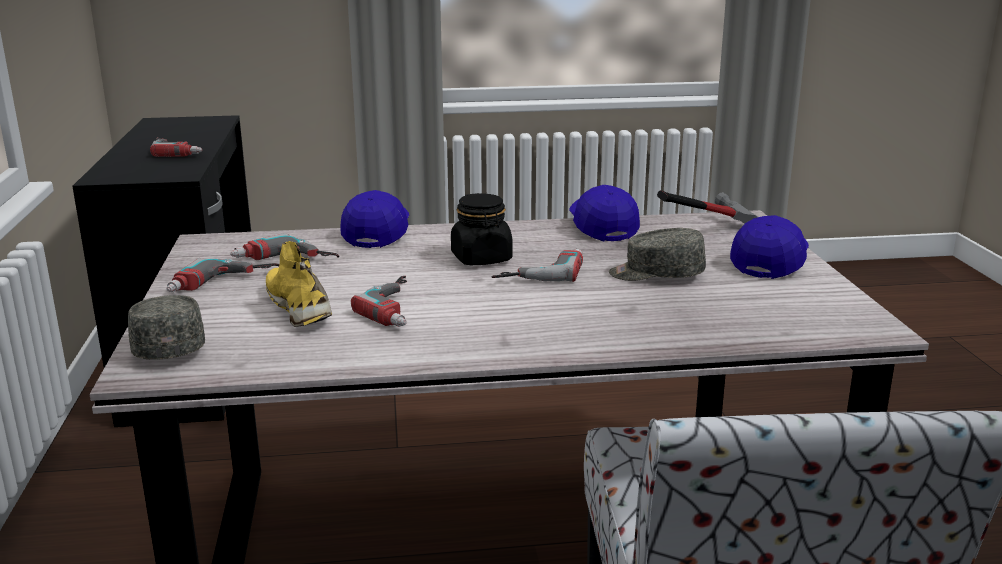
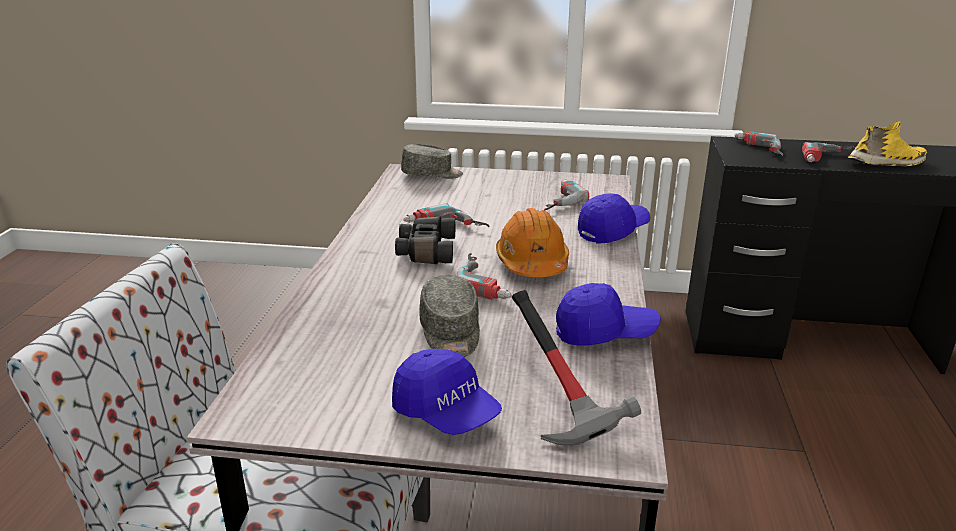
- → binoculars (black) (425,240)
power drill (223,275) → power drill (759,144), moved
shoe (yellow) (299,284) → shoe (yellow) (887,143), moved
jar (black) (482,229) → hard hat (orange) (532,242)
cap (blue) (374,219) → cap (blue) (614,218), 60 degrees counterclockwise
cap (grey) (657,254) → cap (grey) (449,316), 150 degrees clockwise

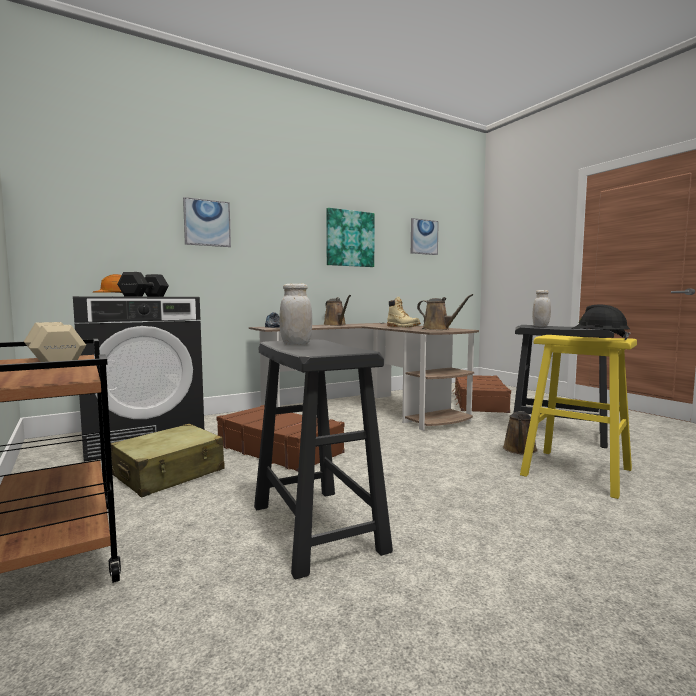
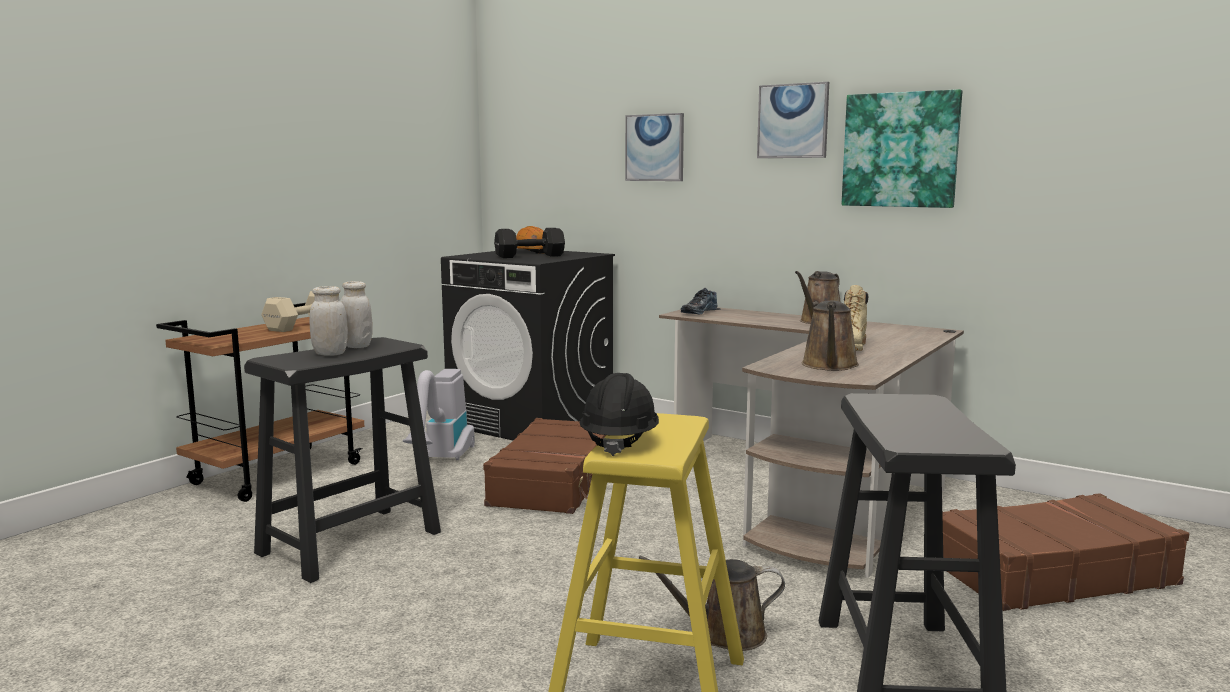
picture (425,236) → picture (793,120), moved
jar (white) (541,308) → jar (white) (329,321), moved
suitcase (beige) (168,460) → vacuum cleaner (439,414)

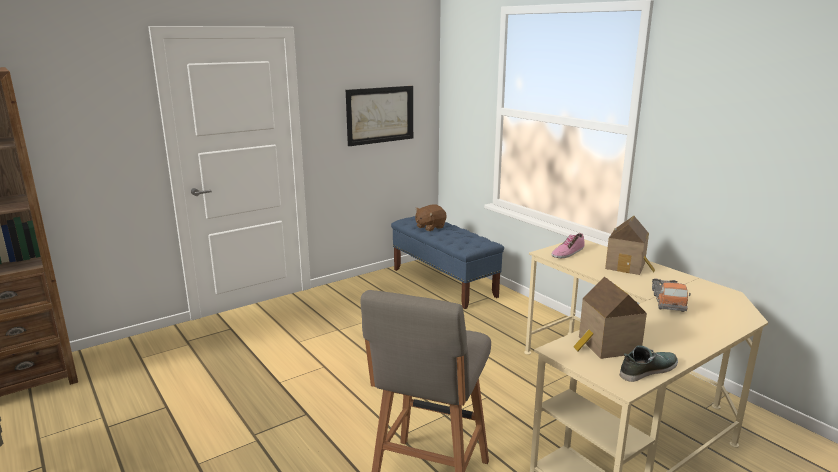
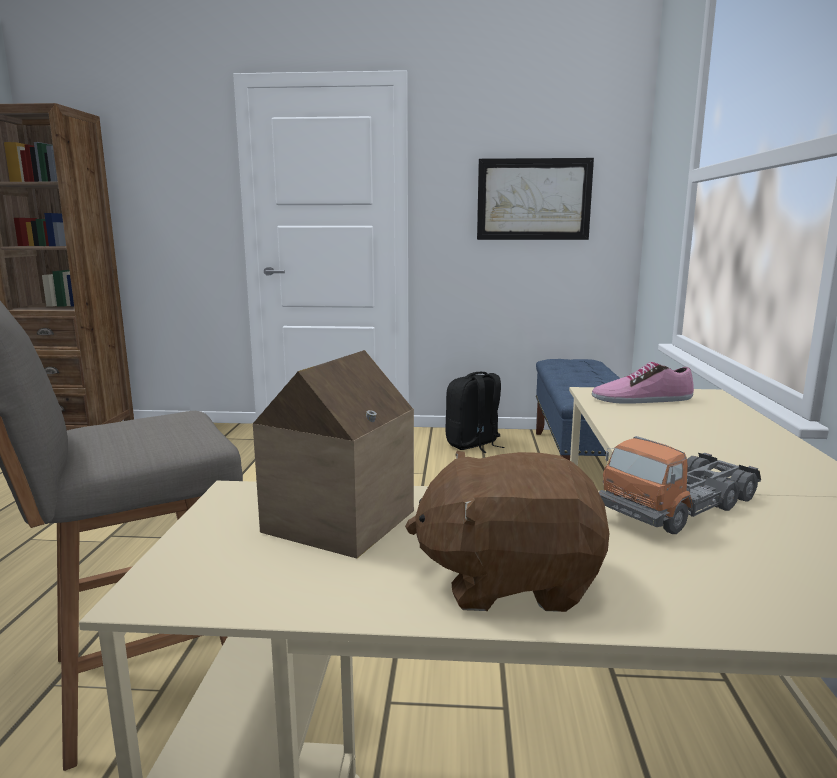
toy house (630,245) → -
shoe (649,363) → -
- → backpack (black) (475,412)
plush toy (brown) (431,217) → plush toy (brown) (507,531), moved

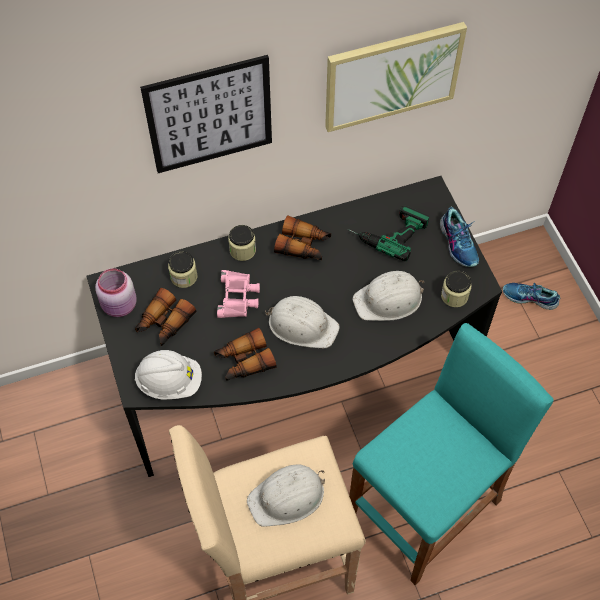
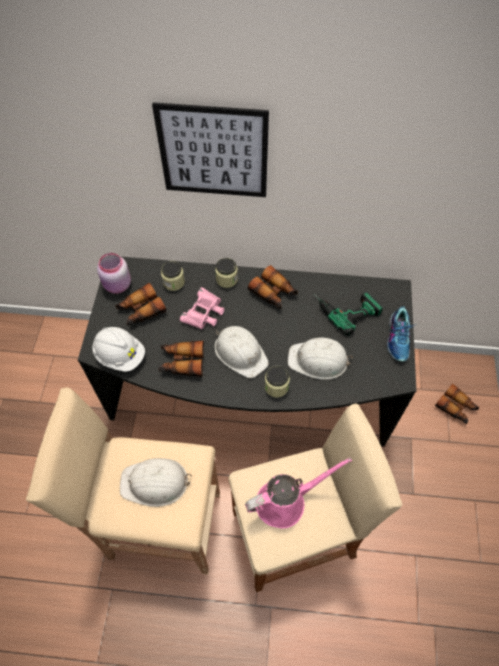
picture (396,77) → -
- → watering can (pink) (298,492)
jar (456,289) → jar (277,381), moved
shoe (532,296) → binoculars (457,404)
stool (turquoise) (451,454) → stool (beige) (315,498)

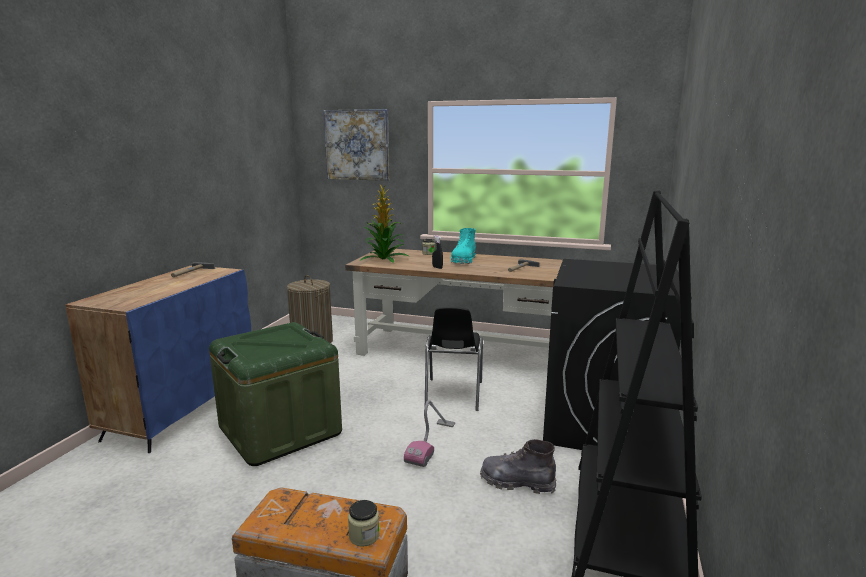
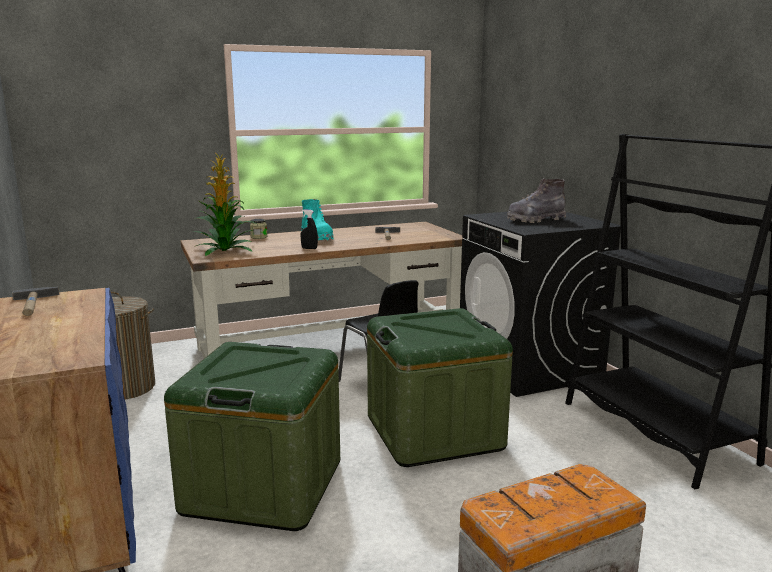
picture (356,145) → -
jar (364,523) → -
boot (grey) (518,466) → boot (grey) (536,200), moved
vacuum cleaner (429,433) → storage box (green) (440,387)

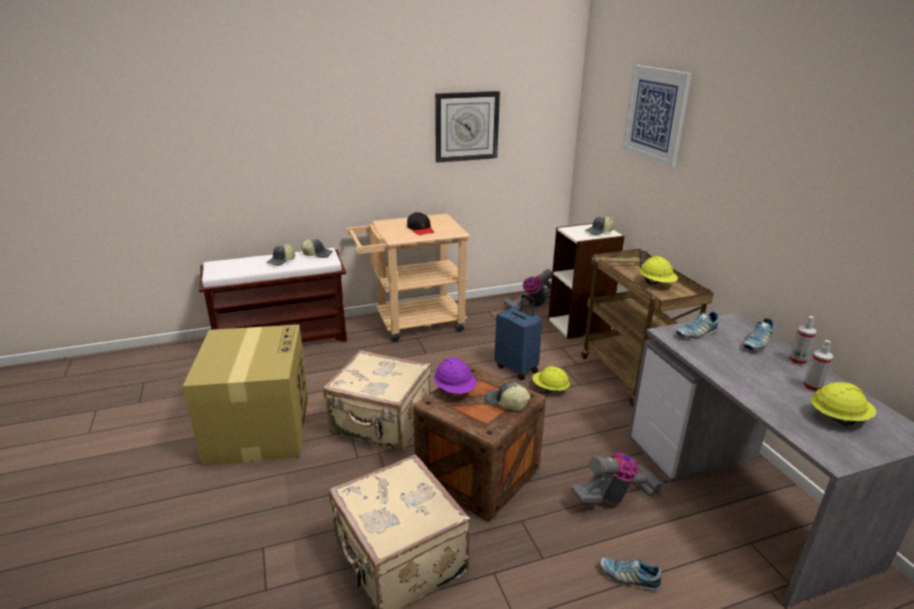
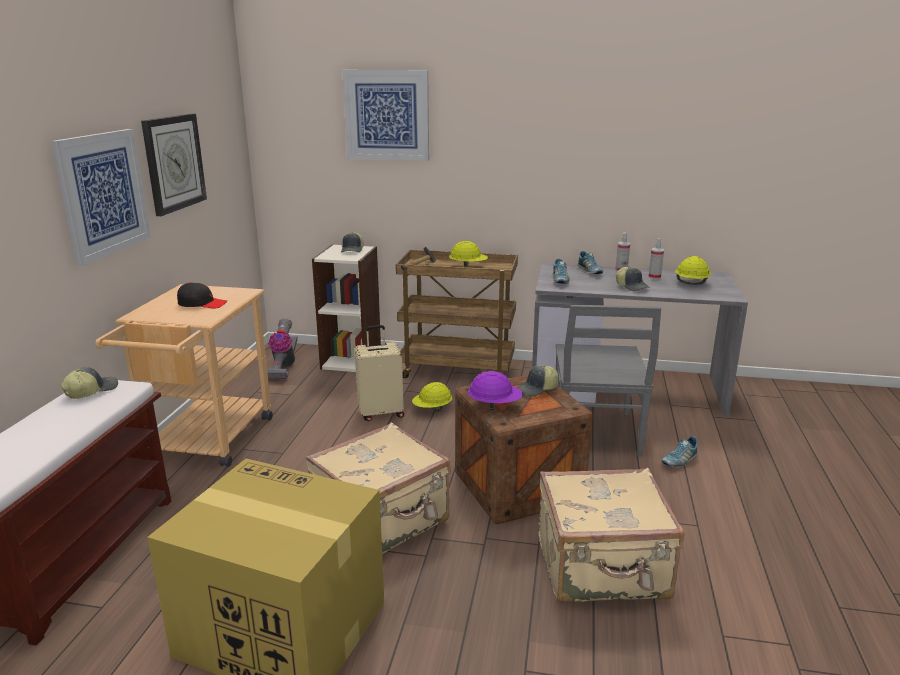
- → picture (101,197)
cap (280,255) → cap (633,278), moved
vacuum cleaner (617,478) → chair (grey) (608,381)
suitcase (blue) (518,337) → suitcase (beige) (379,373)

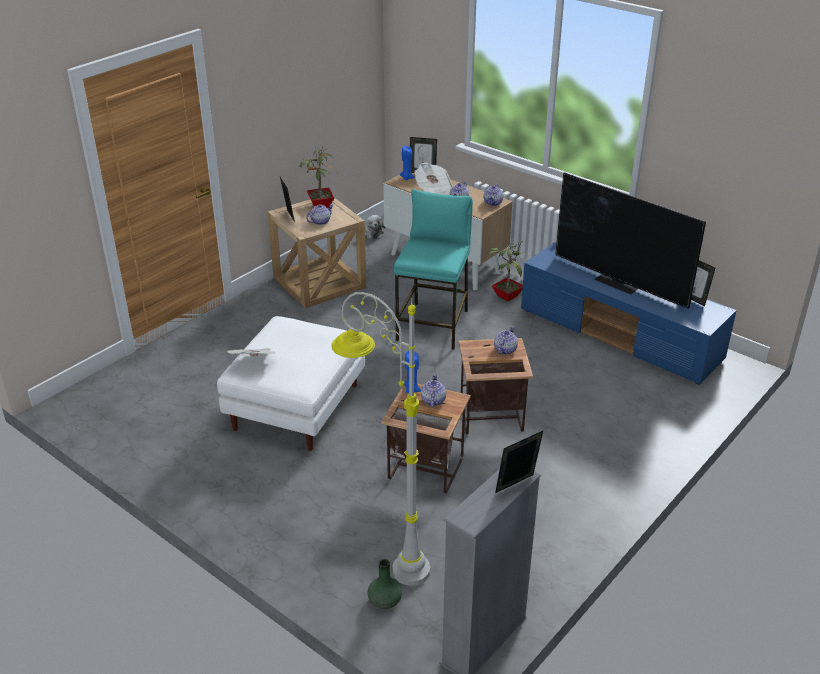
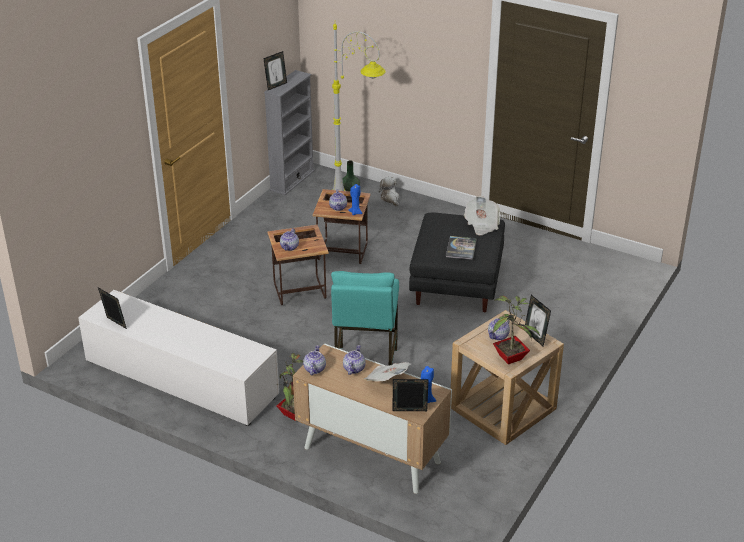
television (630,240) → -
- → book (461,248)
plush toy (375,227) → plush toy (389,192), moved
ottoman (white) (291,383) → ottoman (black) (457,262)
tv stand (blue) (629,313) → tv stand (white) (178,358)

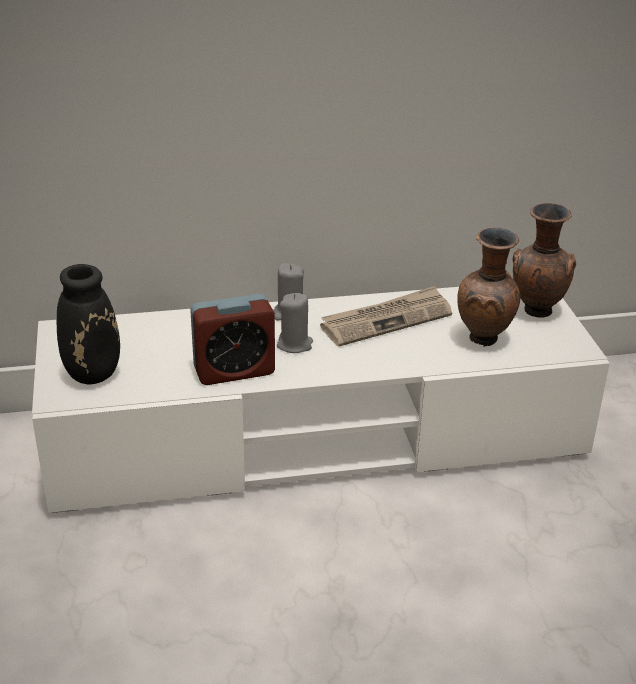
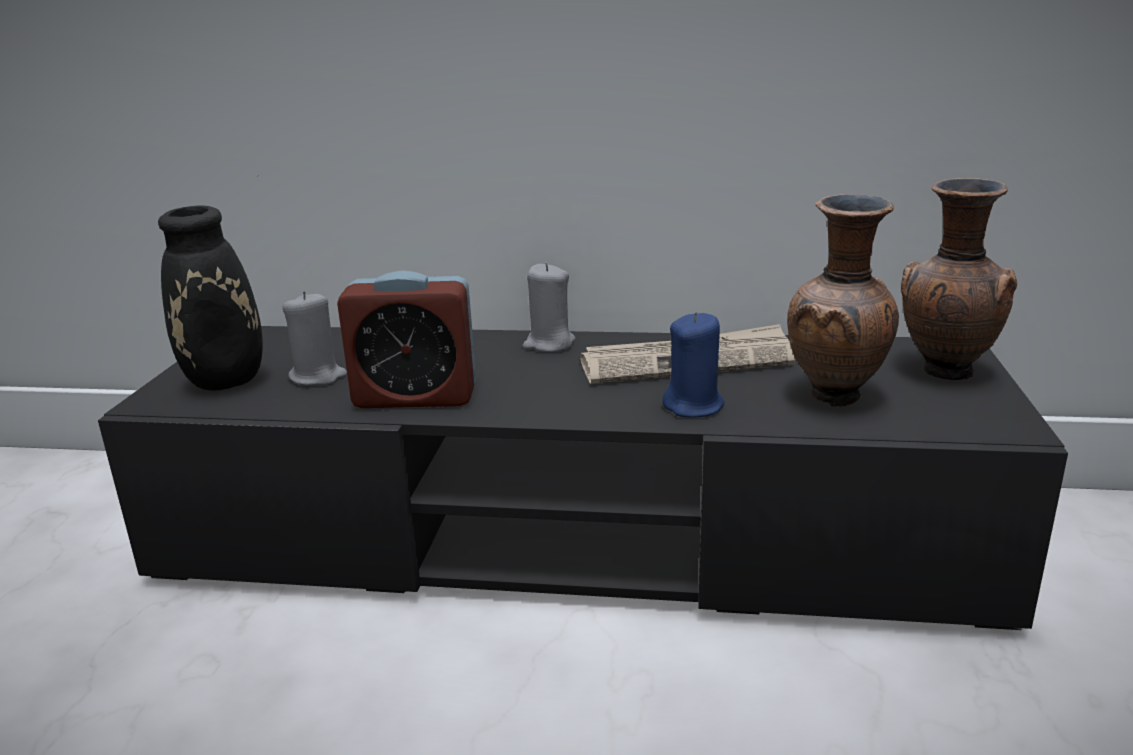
- → candle (blue) (693,364)
candle (grey) (295,323) → candle (grey) (314,338), moved
tv stand (white) (321,400) → tv stand (black) (583,478)

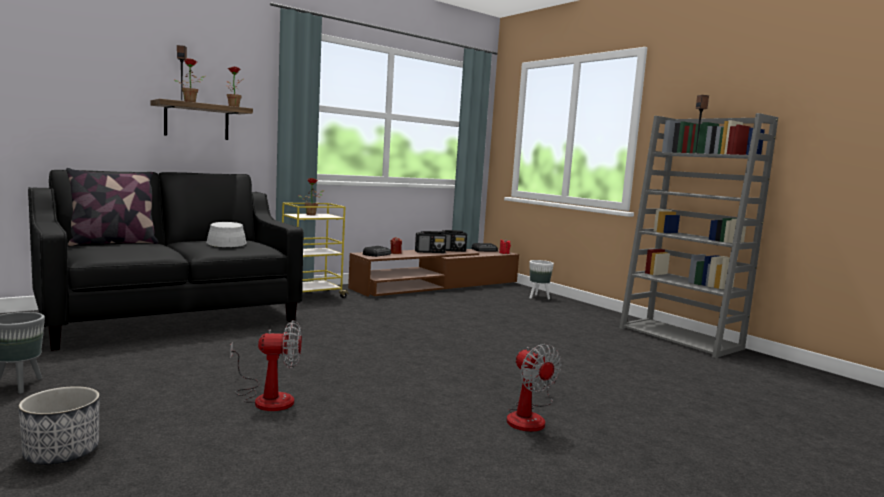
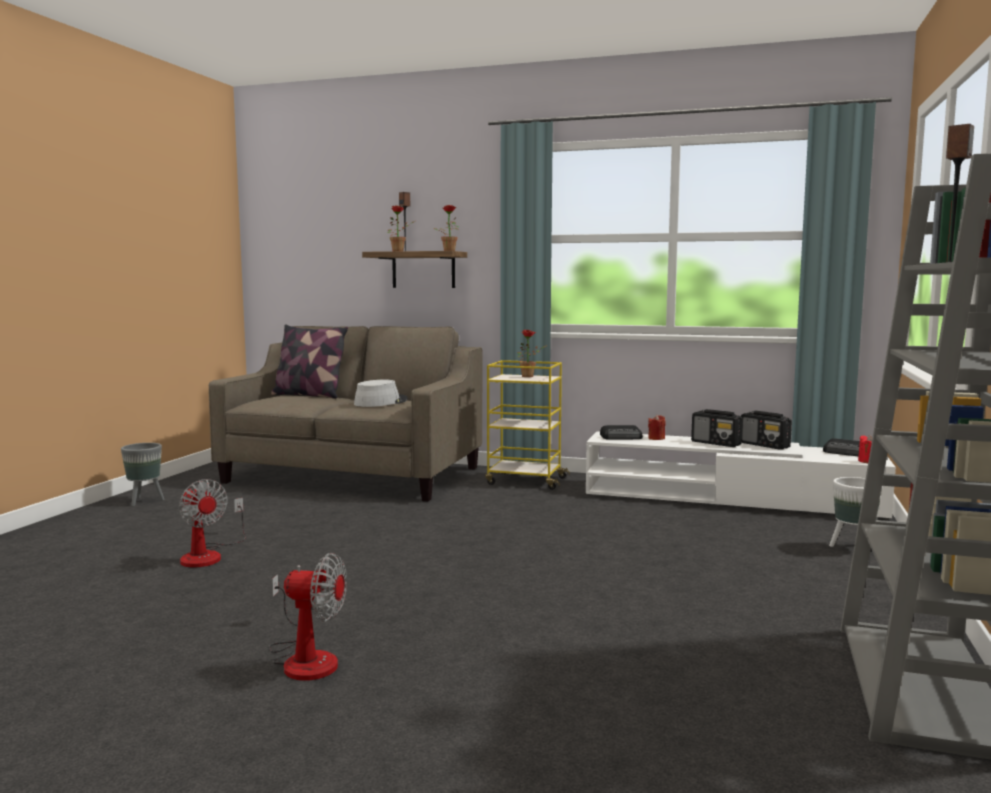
planter (59,425) → -
sofa (black) (165,260) → sofa (beige) (346,414)
tv stand (brown) (433,273) → tv stand (white) (741,475)
fan (534,388) → fan (308,617), 105 degrees counterclockwise

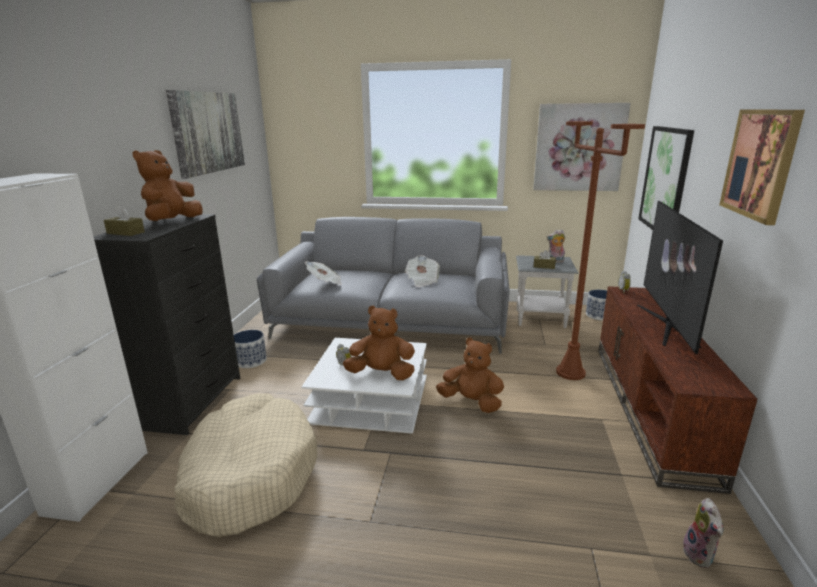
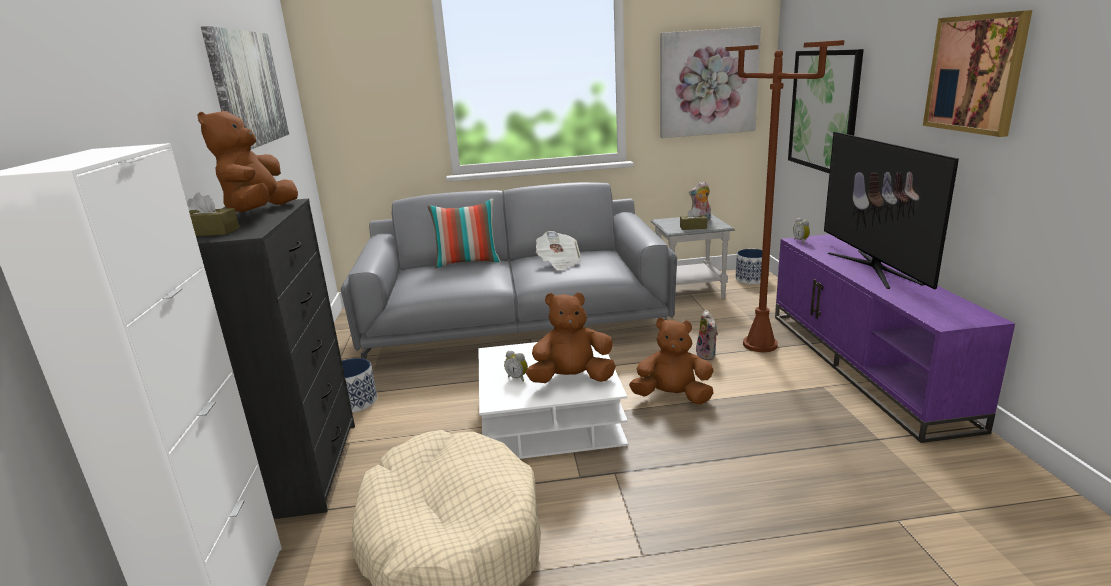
newspaper (323,273) → -
- → pillow (464,233)
plush toy (703,533) → plush toy (707,335), moved
tv stand (brown) (677,390) → tv stand (purple) (895,338)

